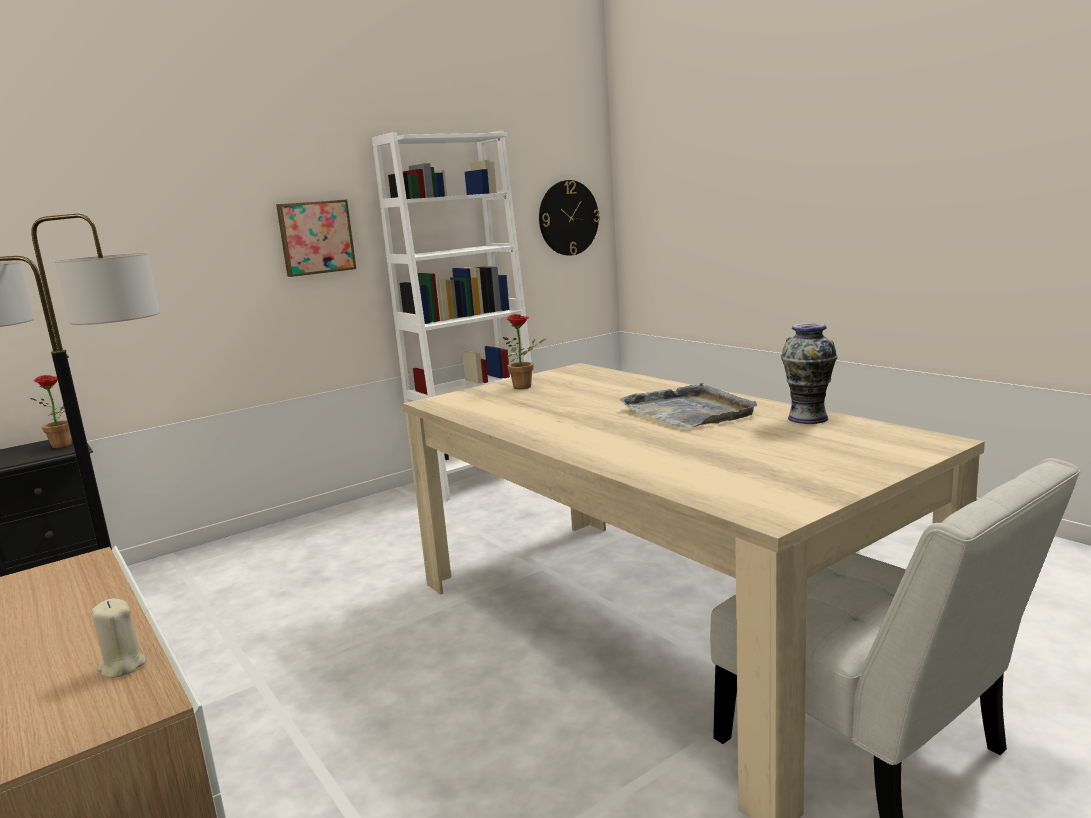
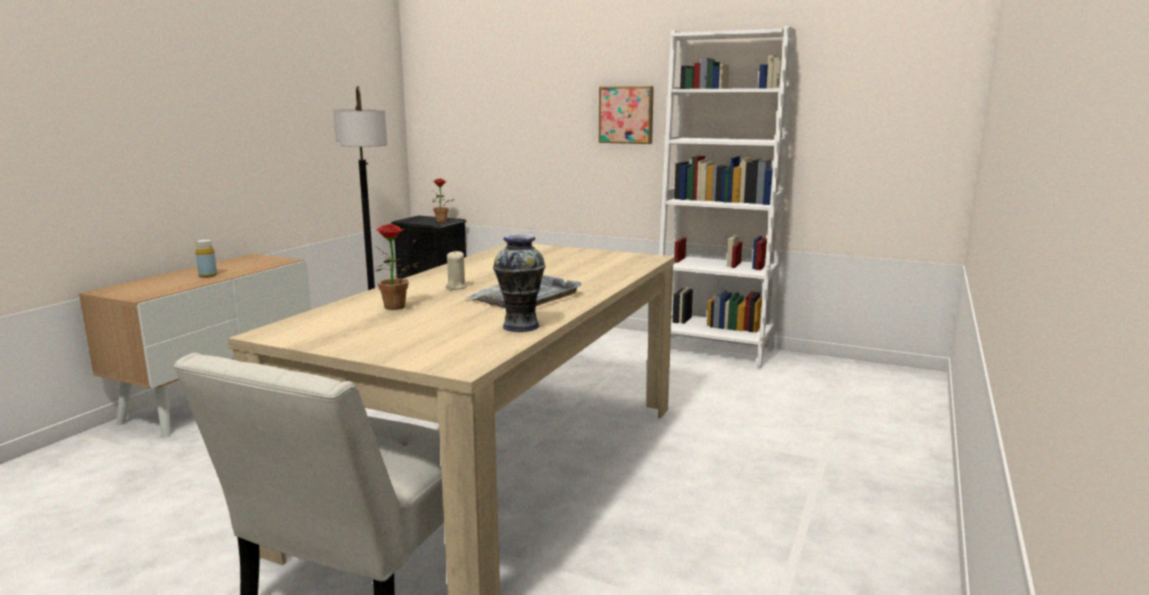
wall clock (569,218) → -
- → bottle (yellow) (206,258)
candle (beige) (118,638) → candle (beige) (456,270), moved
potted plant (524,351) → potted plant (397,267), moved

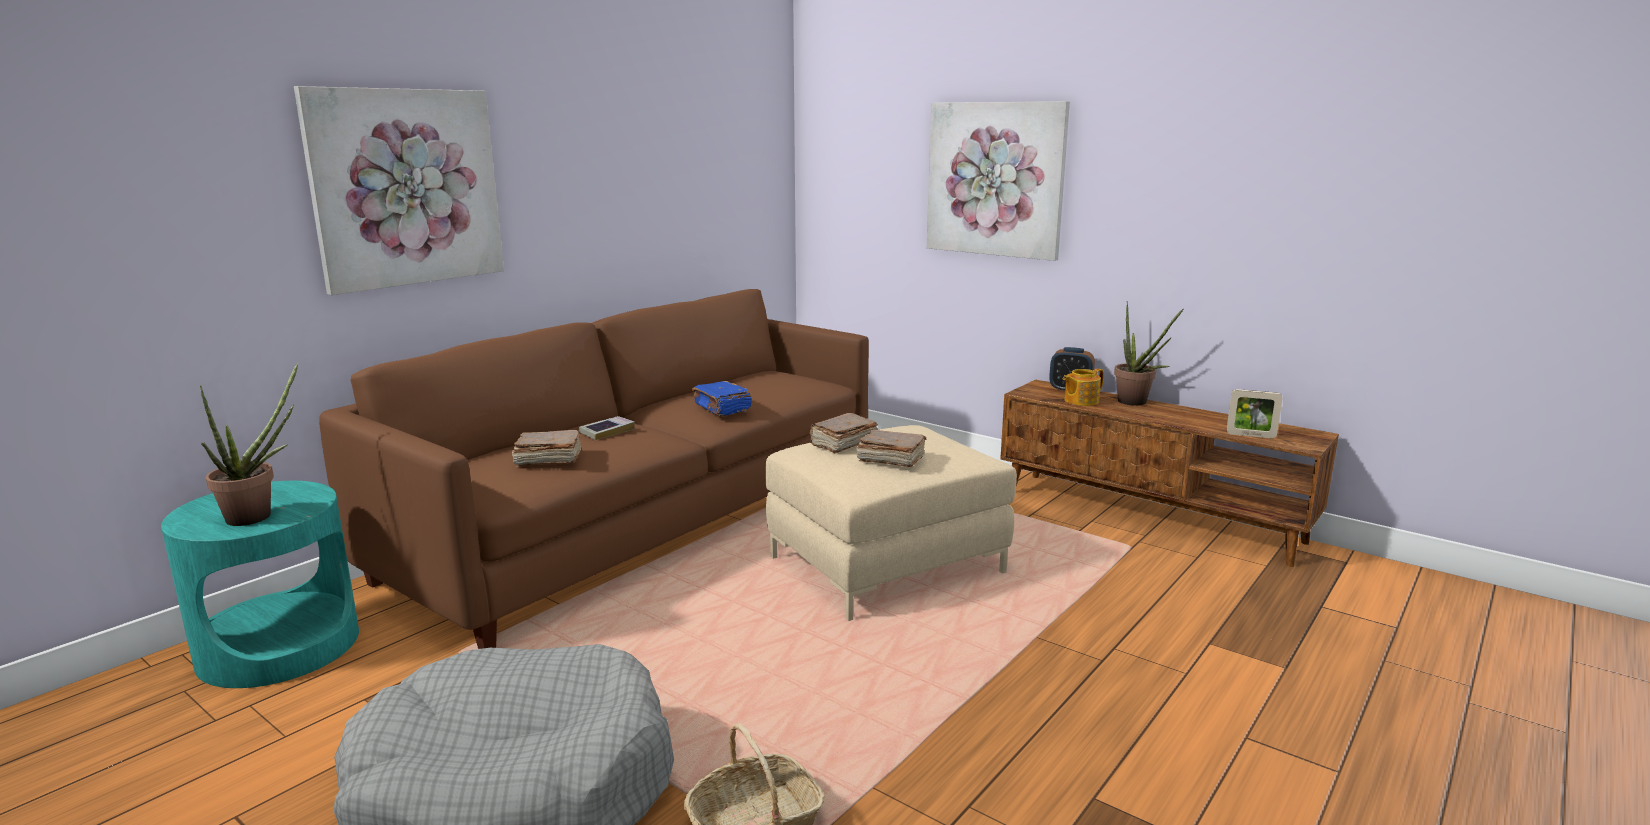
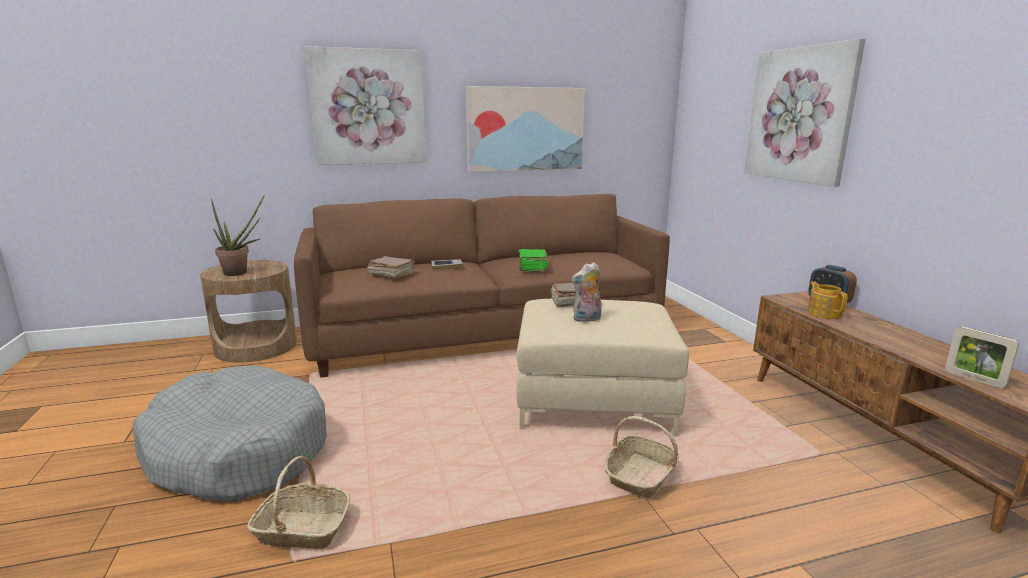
potted plant (1148,353) → -
- → picture (525,129)
- → basket (642,457)
book (brown) (891,448) → plush toy (586,292)
side table (turquoise) (260,584) → side table (brown) (248,311)
book (blue) (722,399) → book (green) (533,260)
teapot (1083,387) → teapot (827,300), 75 degrees clockwise

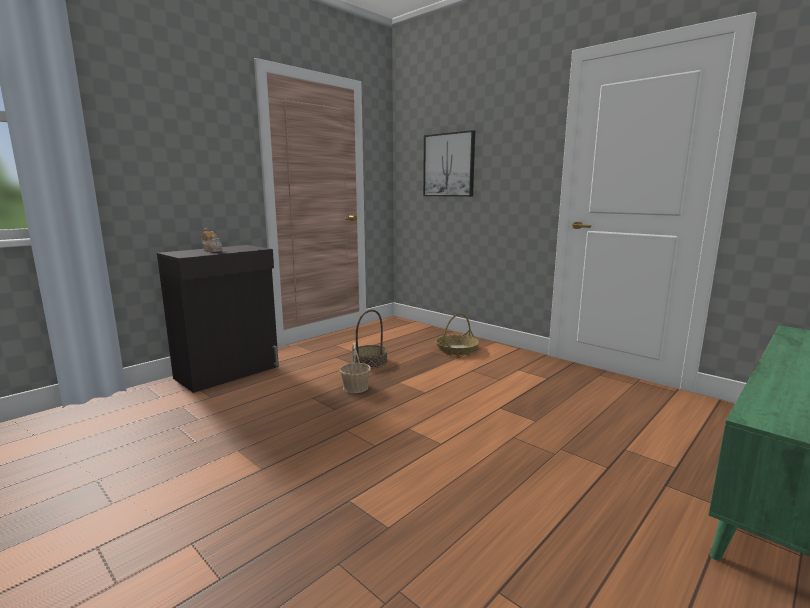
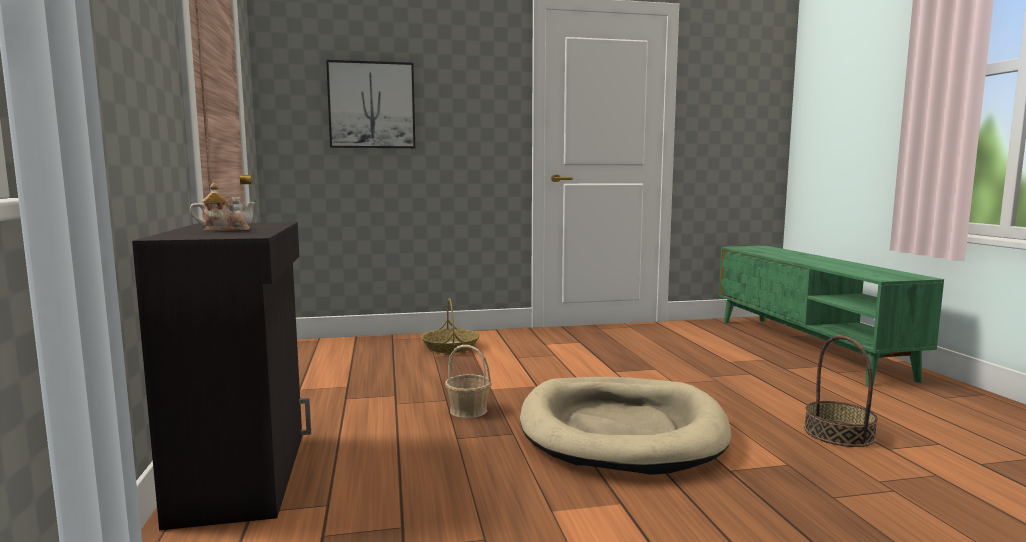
- → dog bed (beige) (625,426)
basket (370,339) → basket (841,391), moved

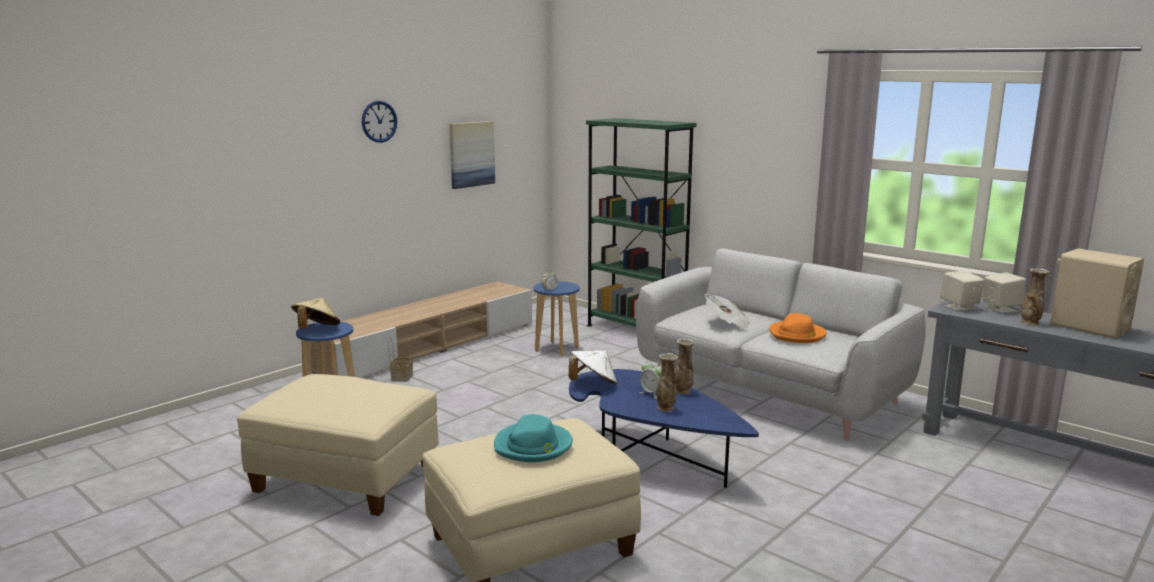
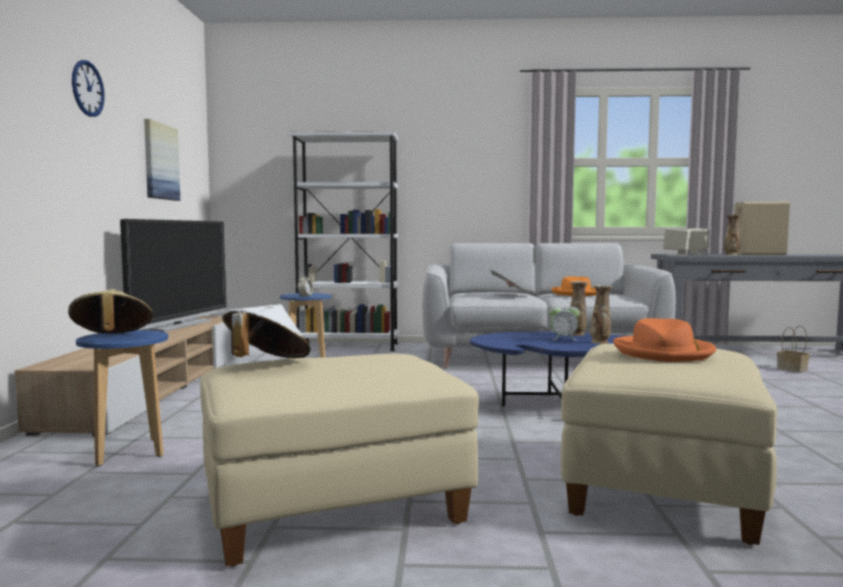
- → television (173,275)
basket (400,359) → basket (793,349), moved
hat (white) (593,367) → hat (white) (266,331), moved
hat (turquoise) (533,438) → hat (orange) (664,340)
bookcase (green) (641,222) → bookcase (white) (344,241)

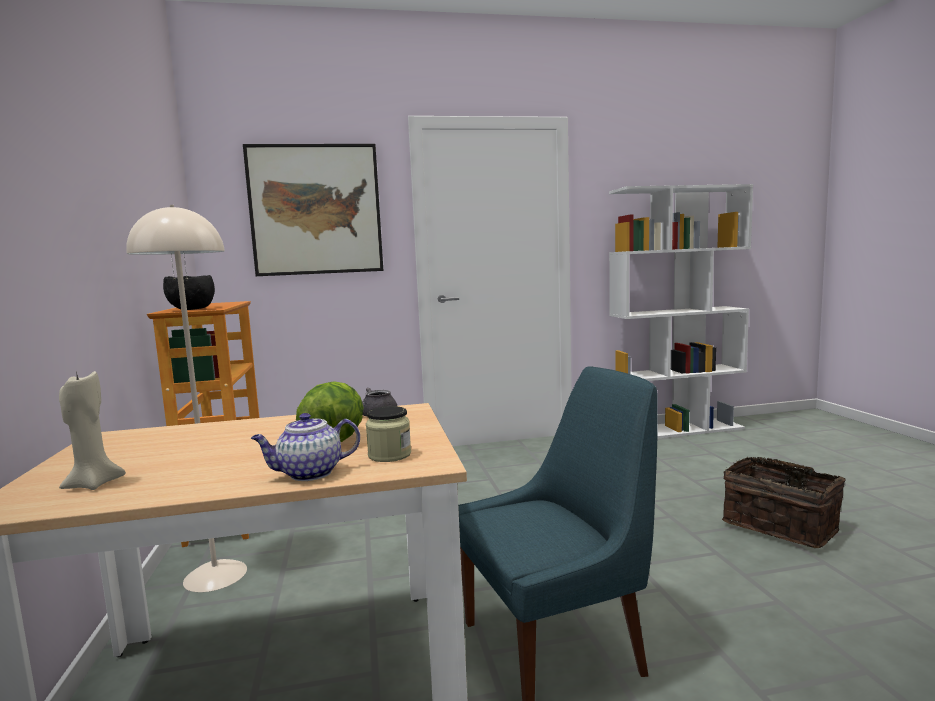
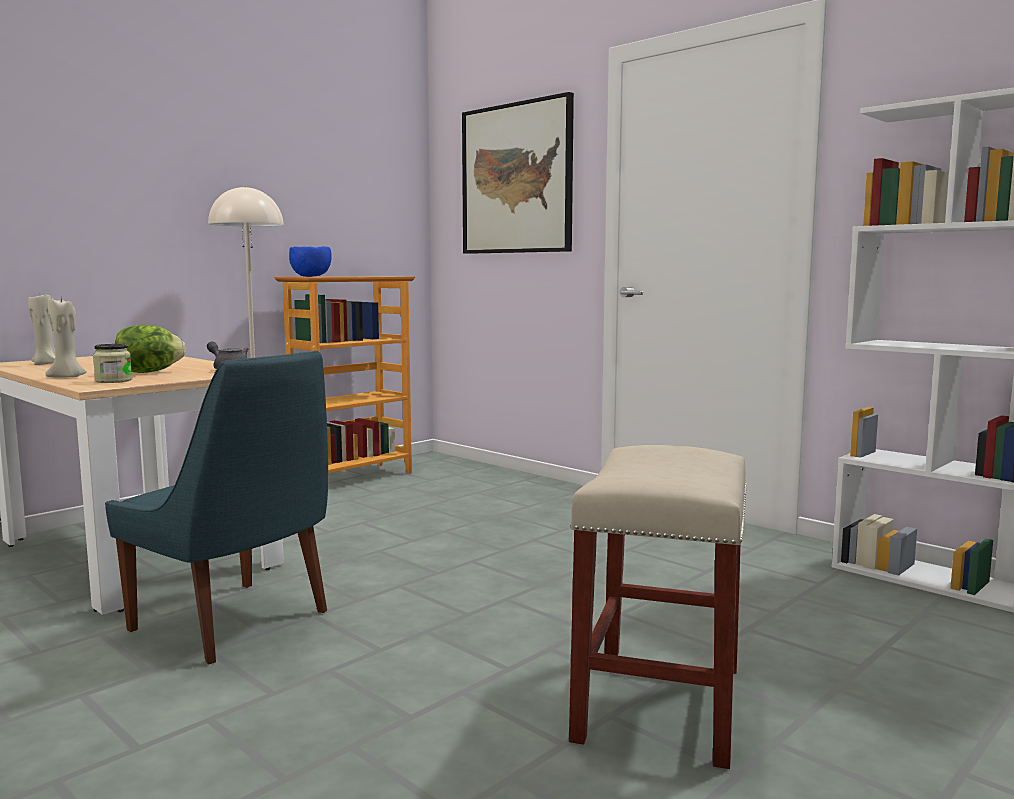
teapot (305,447) → candle (beige) (66,337)
basket (784,502) → stool (beige) (658,607)
bowl (black) (189,292) → bowl (blue) (310,261)

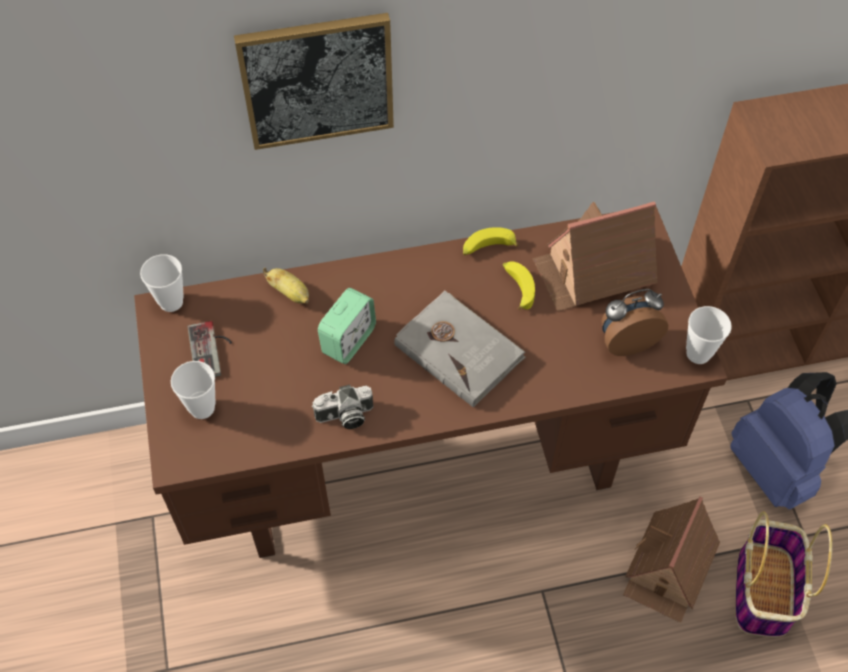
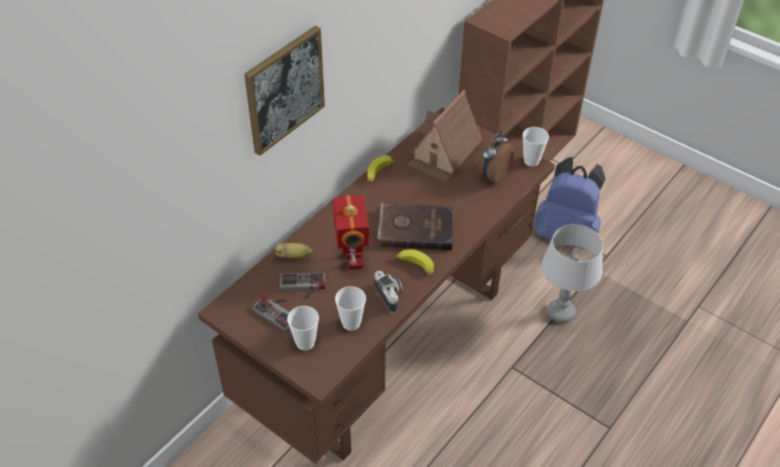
basket (783,574) → -
- → game controller (302,285)
cup (162,283) → cup (350,308), moved
banana (519,285) → banana (415,262), moved
alarm clock (347,326) → toy robot (351,232)
toy house (671,559) → table lamp (grey) (572,273)
book (grey) (460,349) → book (brown) (415,226)
photo camera (342,407) → photo camera (388,292), 60 degrees counterclockwise

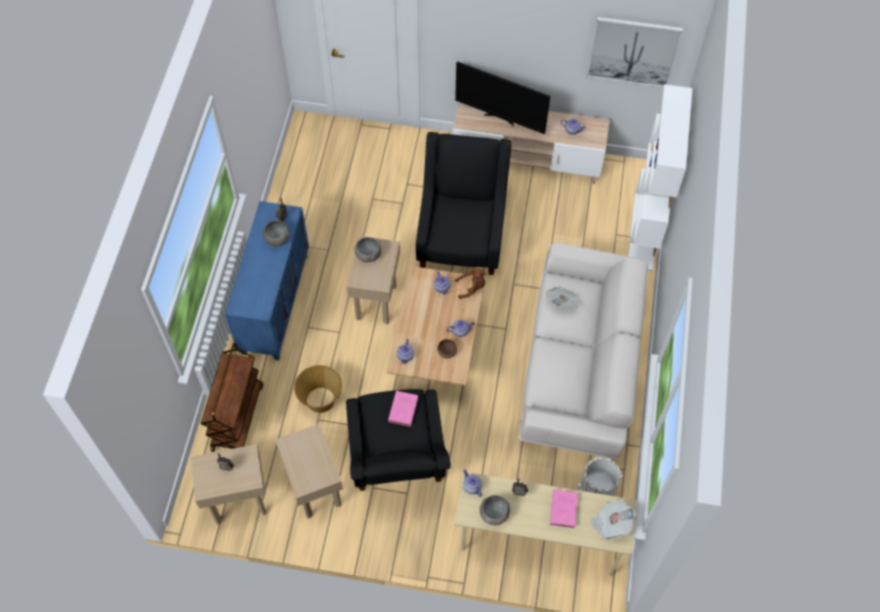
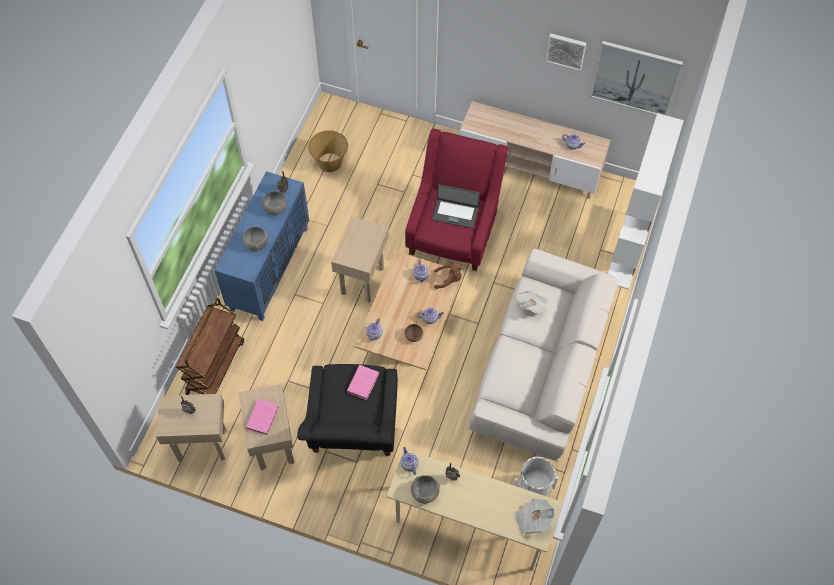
television (502,97) → -
- → laptop (456,206)
- → picture (565,52)
basket (318,389) → basket (328,151), moved
bowl (grey) (367,250) → bowl (grey) (255,239), moved
book (pink) (564,509) → book (pink) (262,417), moved
armchair (black) (463,203) → armchair (red) (456,200)

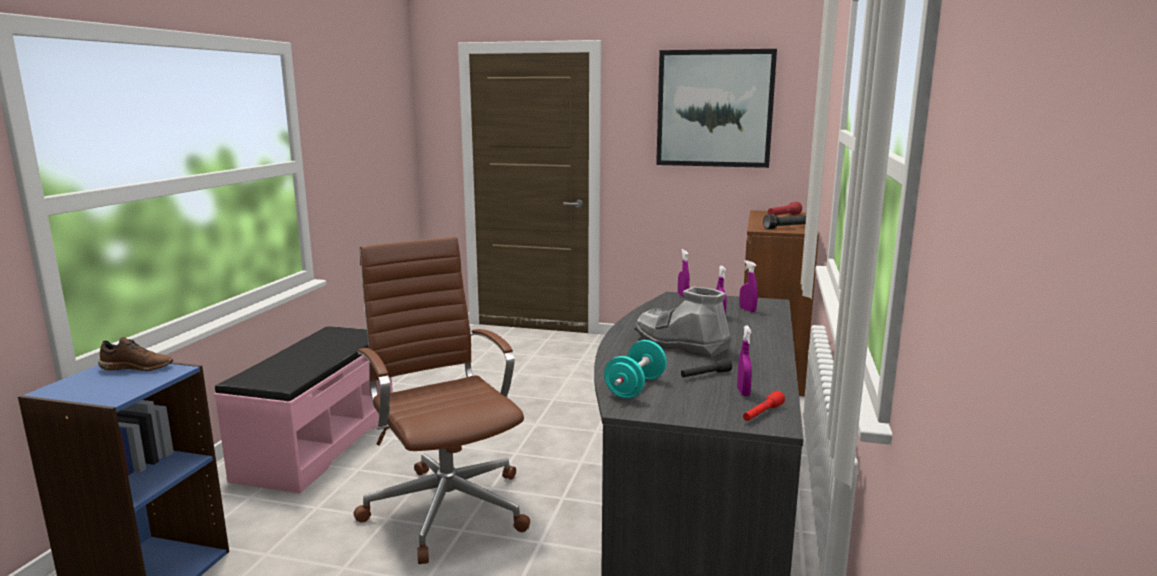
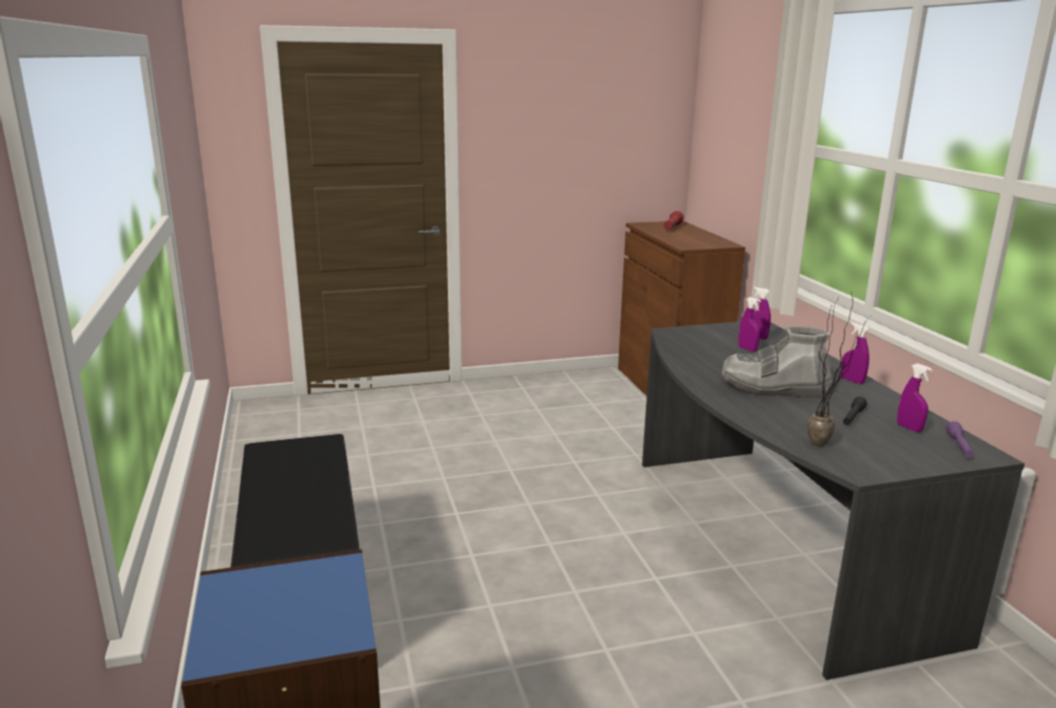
shoe (brown) (135,354) → -
office chair (brown) (442,400) → -
picture (716,108) → -
flashlight (black) (784,222) → -
spray bottle (purple) (684,273) → spray bottle (purple) (855,353), moved
dumbbell (turquoise) (635,369) → potted plant (839,368)
flashlight (red) (764,406) → flashlight (purple) (960,439)

